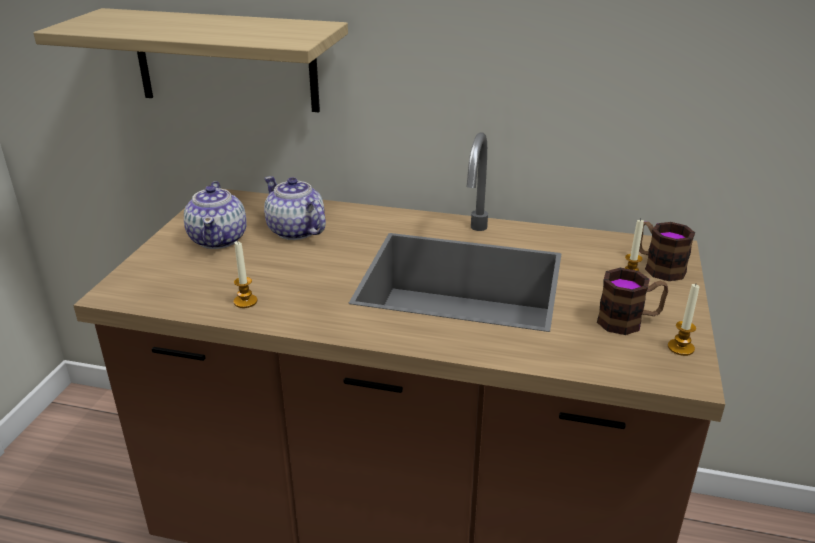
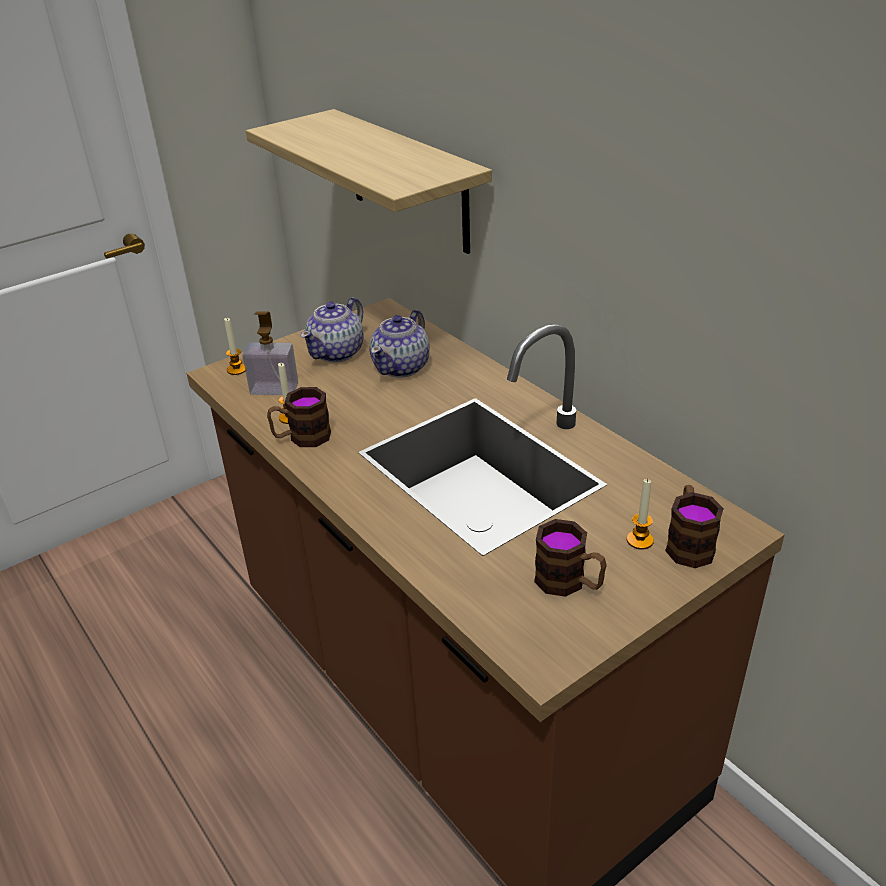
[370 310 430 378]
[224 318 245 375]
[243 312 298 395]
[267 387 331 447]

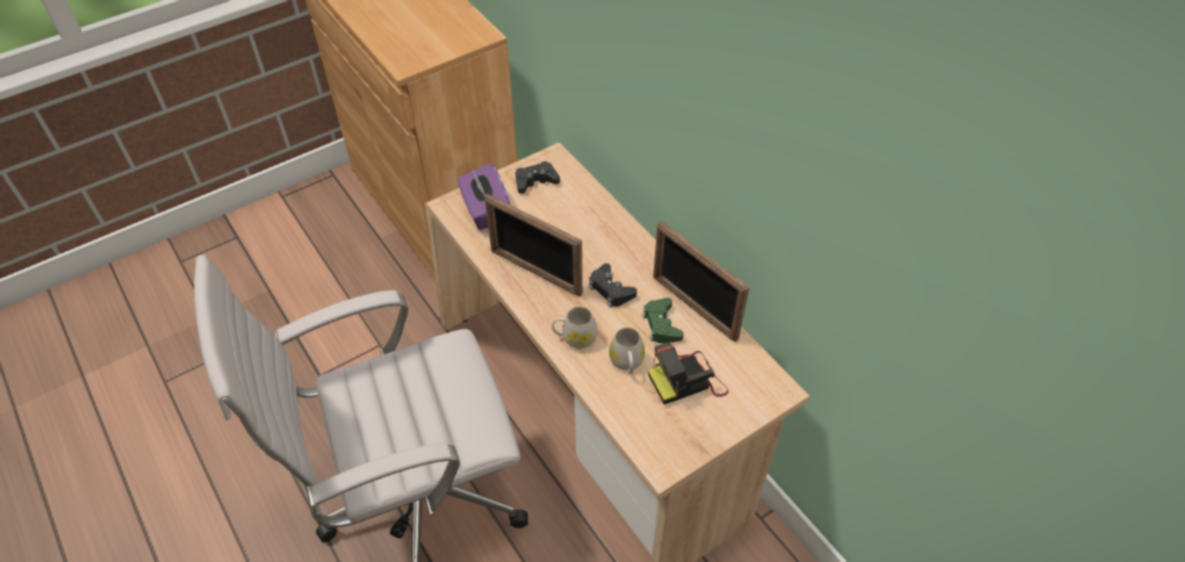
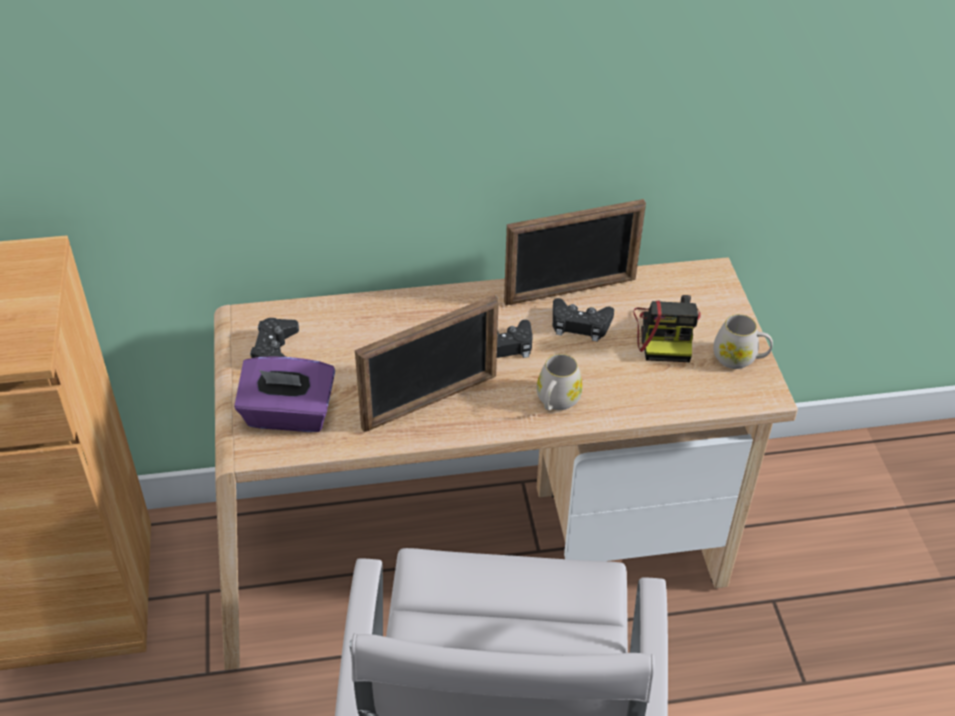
[553 298 614 342]
[713 314 773 369]

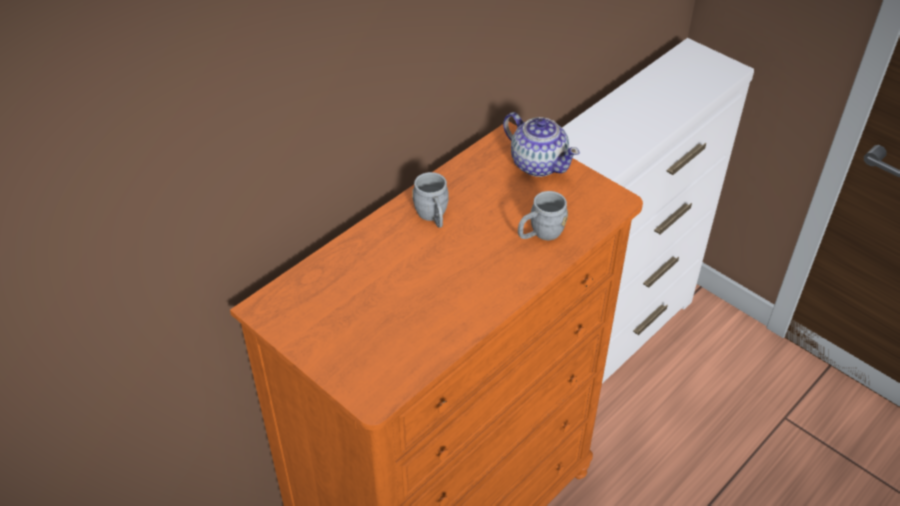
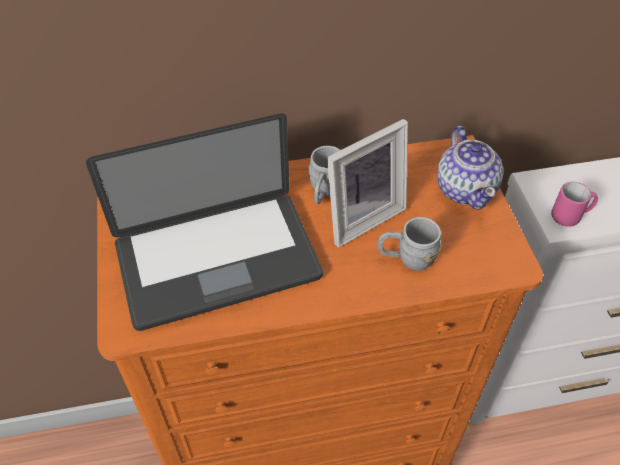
[86 113 323 331]
[327 119 408 247]
[551 182 598 227]

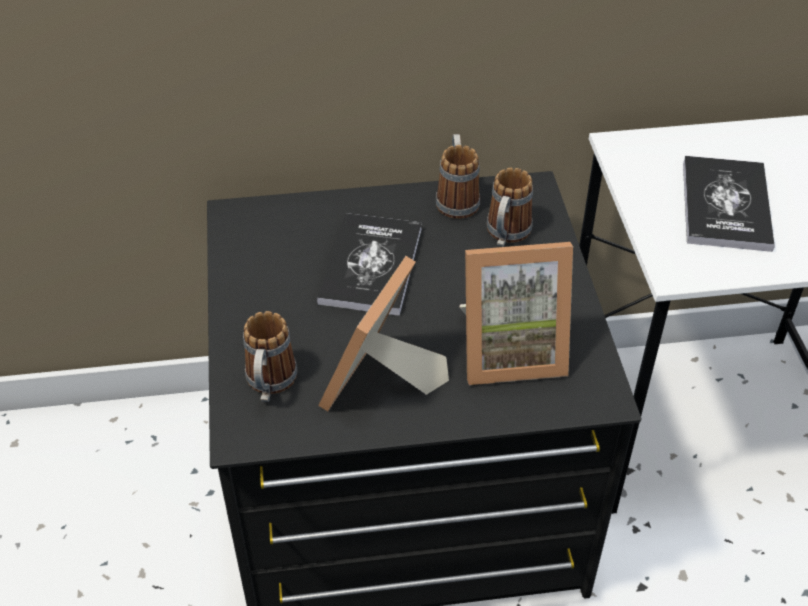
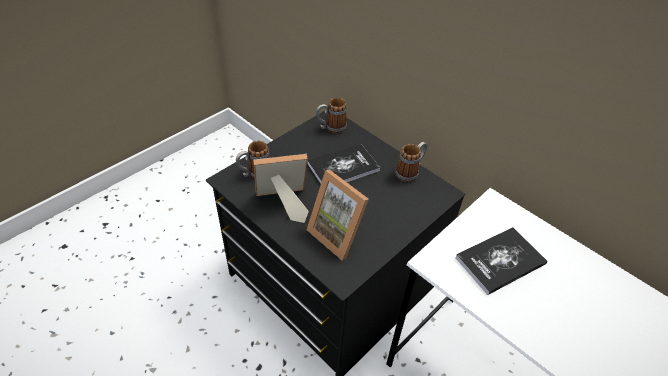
[316 98 347 133]

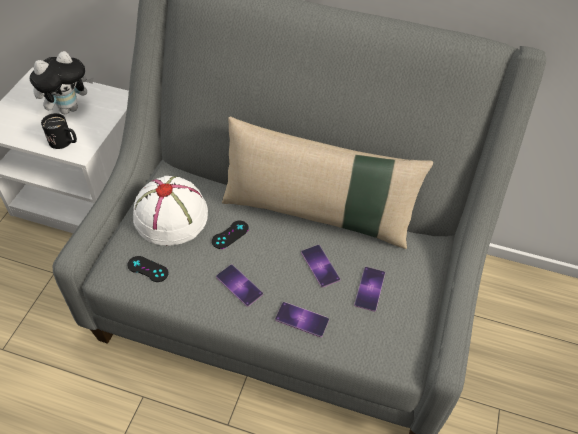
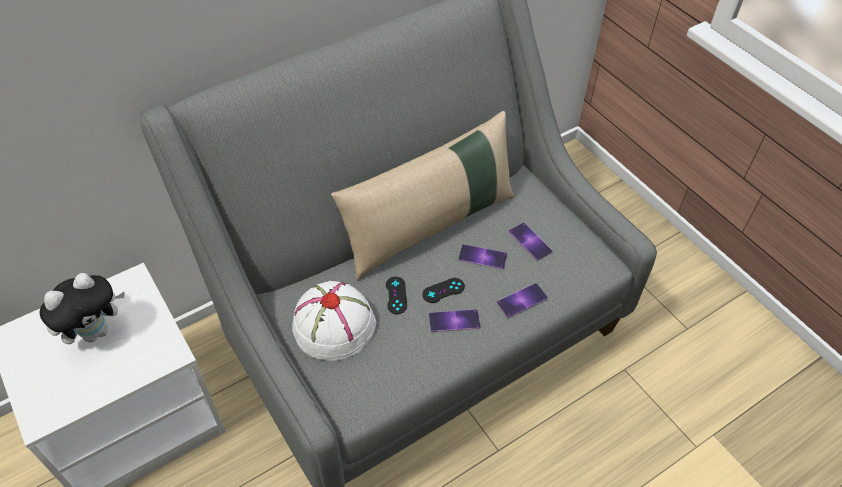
[39 273 125 344]
[41 113 77 149] (first image)
[422 278 465 303]

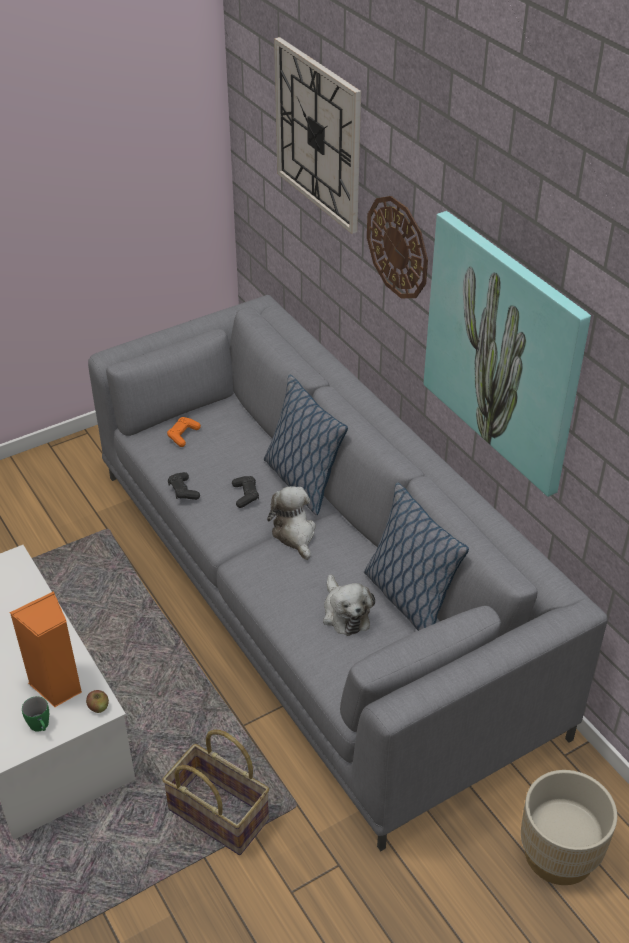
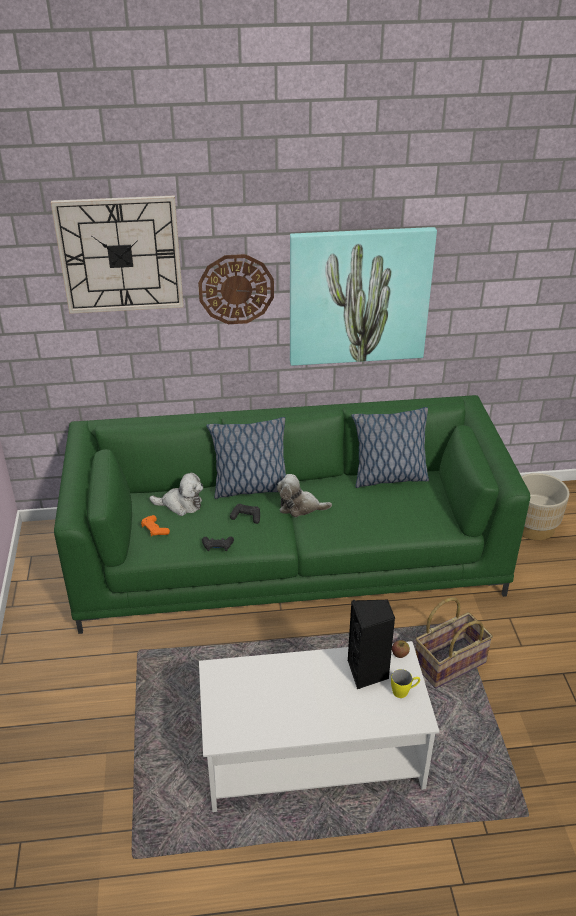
[54 395 530 634]
[149 473 203 516]
[348 600 395 689]
[391 669 420 698]

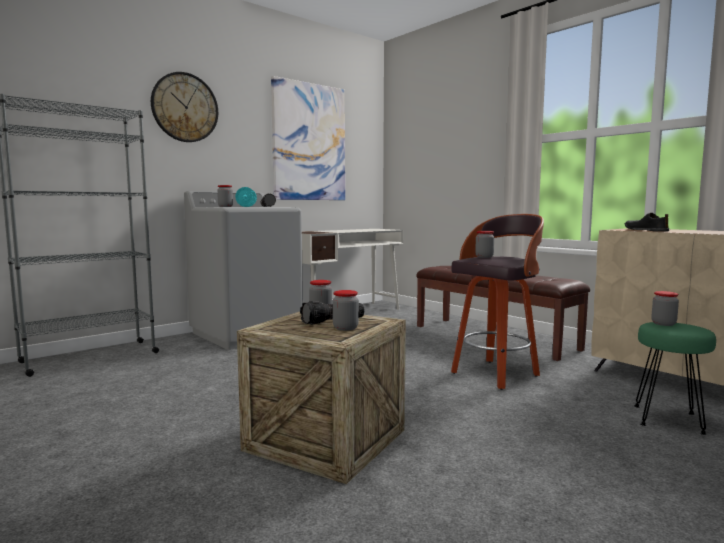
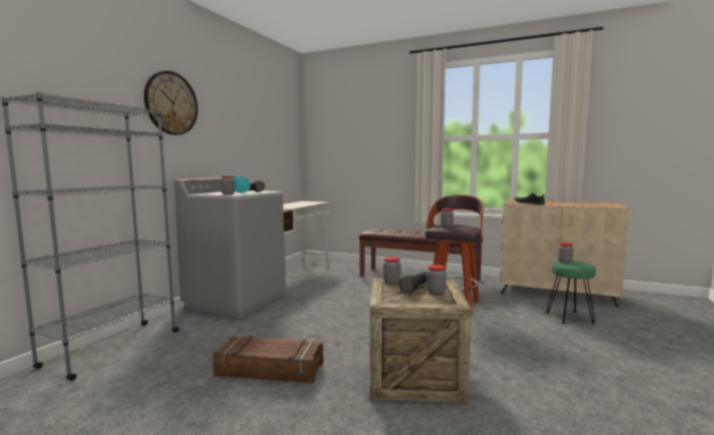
[271 76 345 200] (first image)
[213 336 323 383]

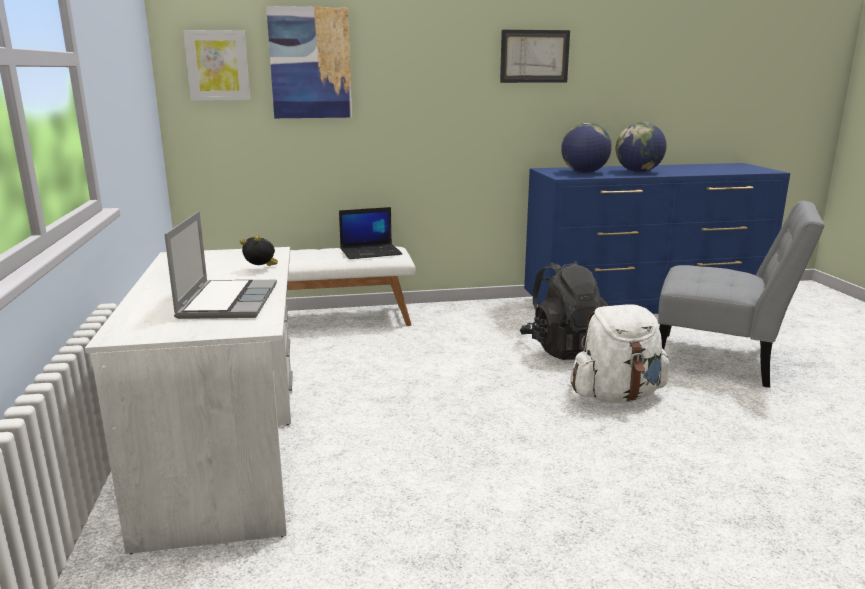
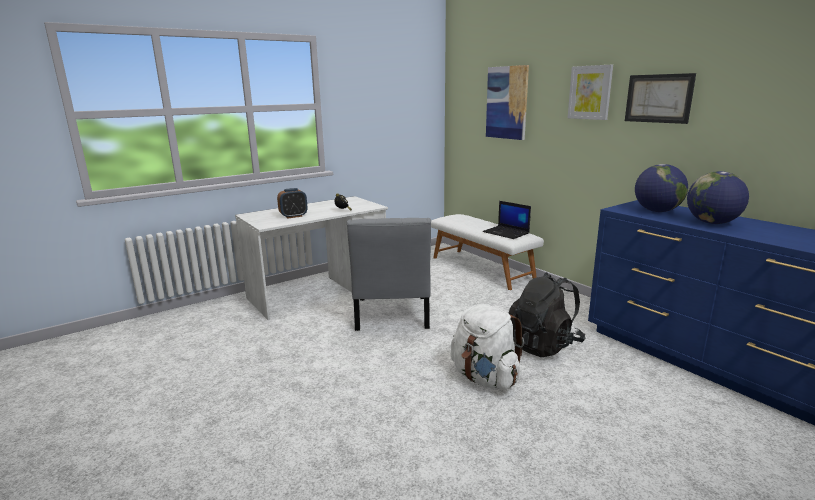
[568 65 613 120]
[347 218 431 331]
[277 188 307 218]

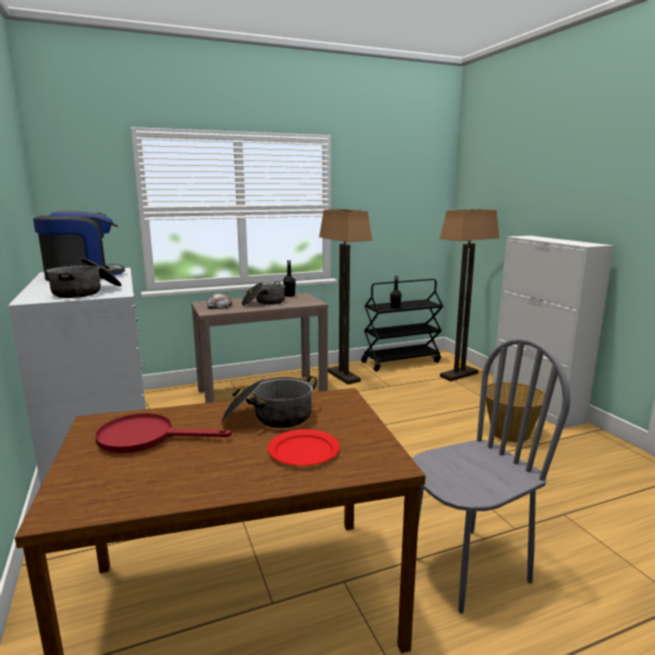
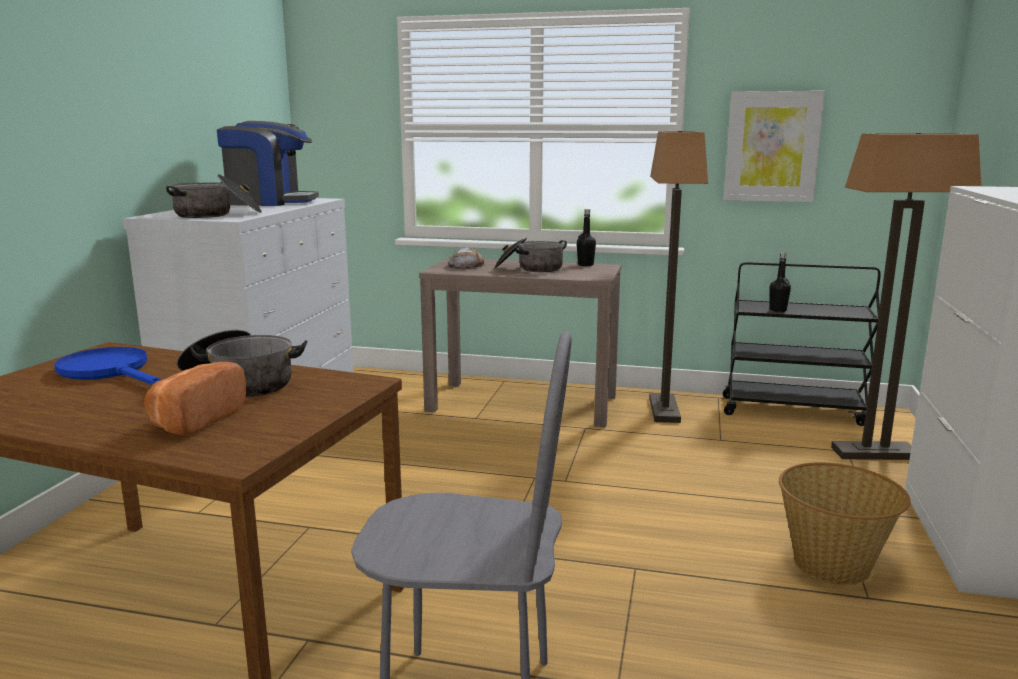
[54 347 163 385]
[144 362 246 436]
[724 91 825 202]

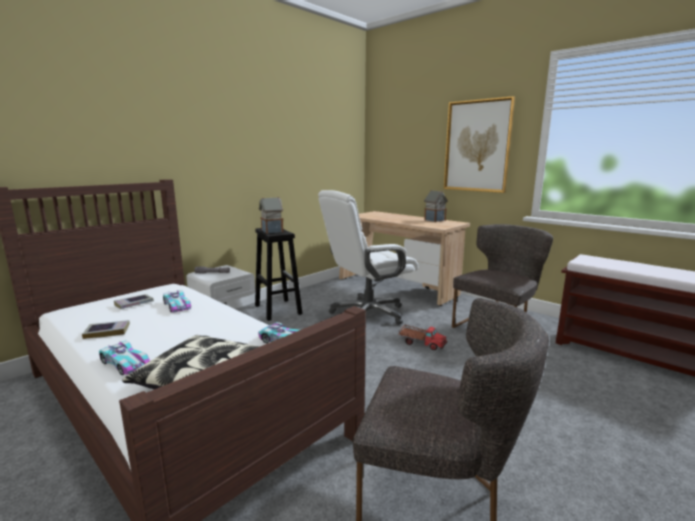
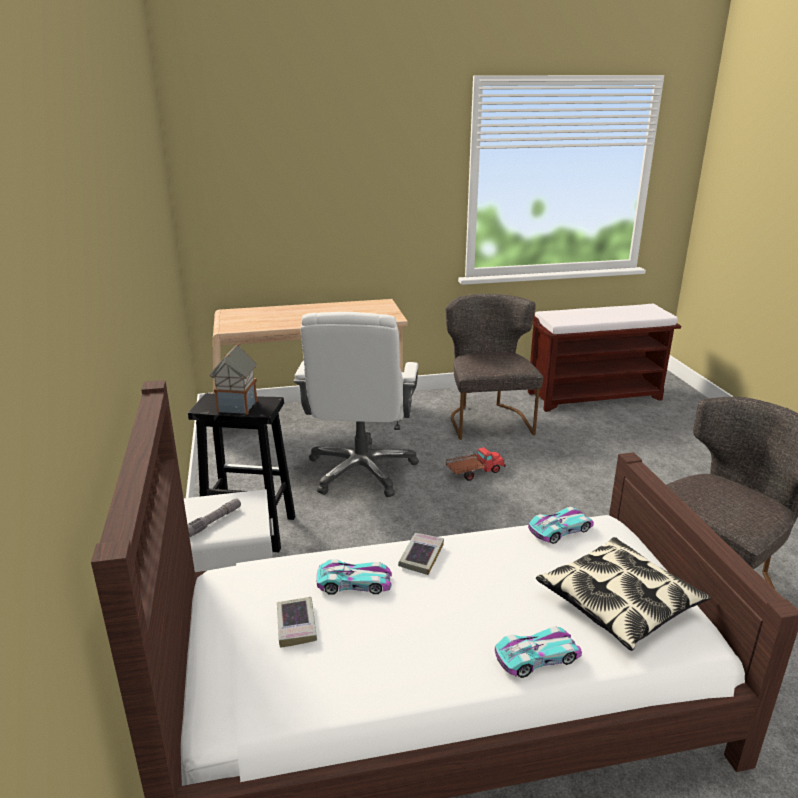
[444 96 515 193] (first image)
[424 190 448 222] (first image)
[398 533 444 575]

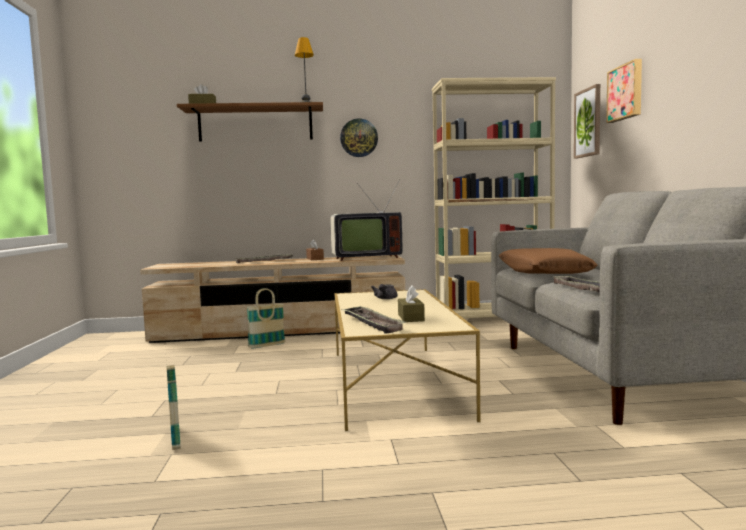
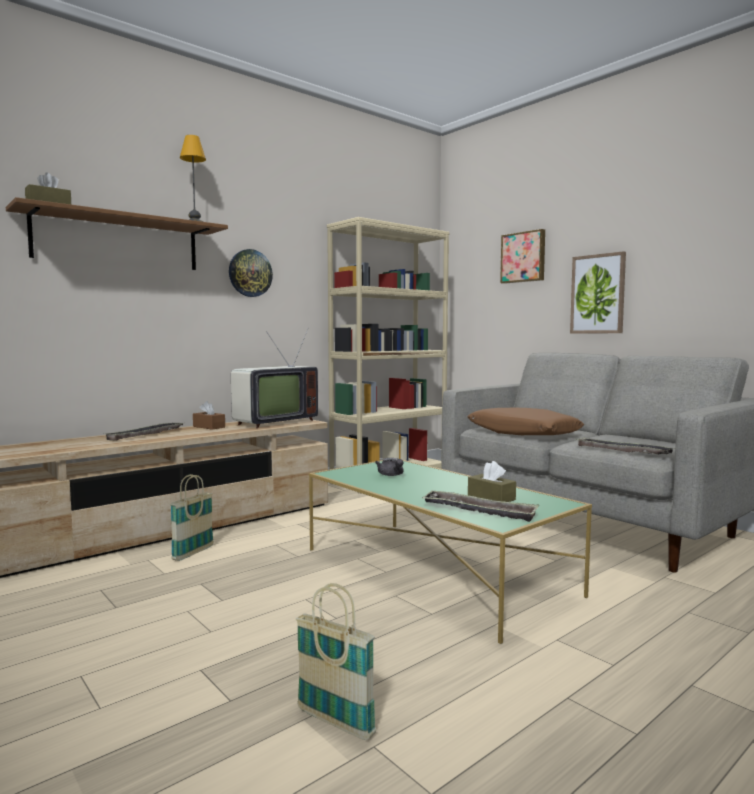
[570 251 626 333]
[309 460 592 644]

